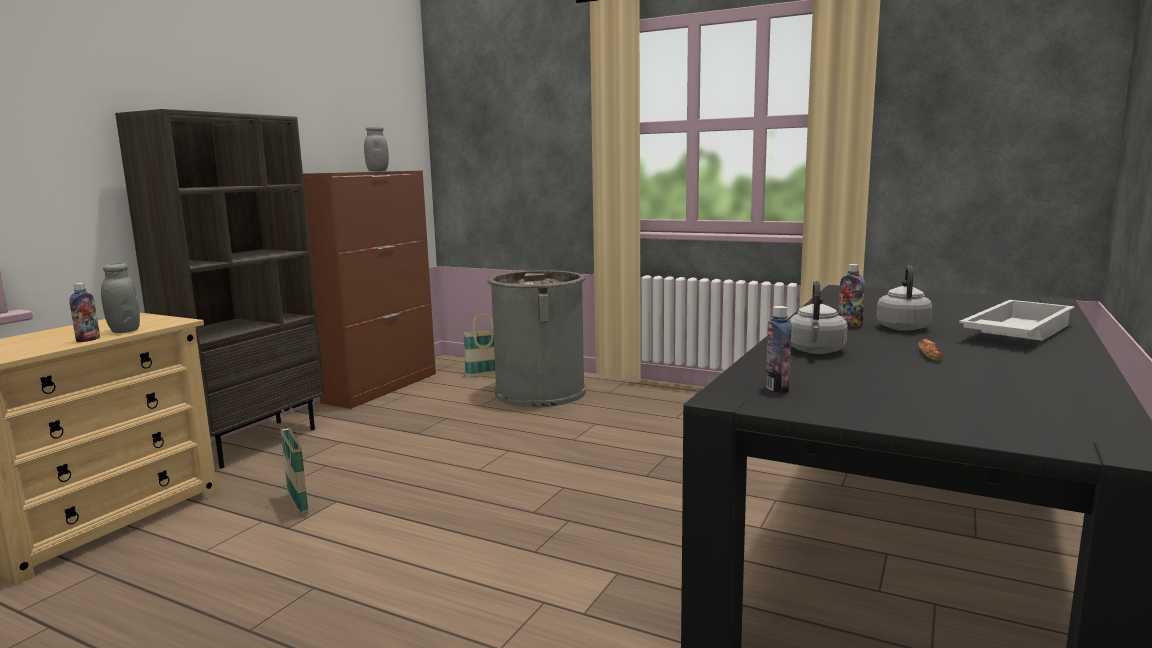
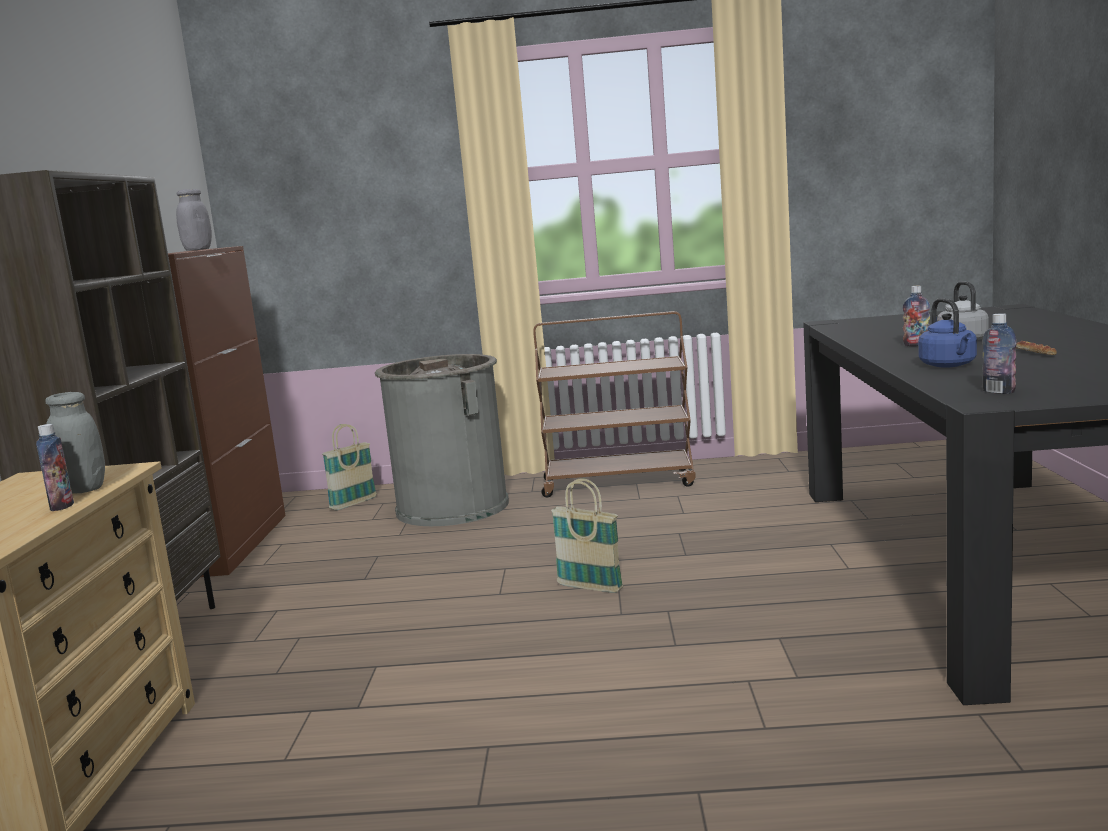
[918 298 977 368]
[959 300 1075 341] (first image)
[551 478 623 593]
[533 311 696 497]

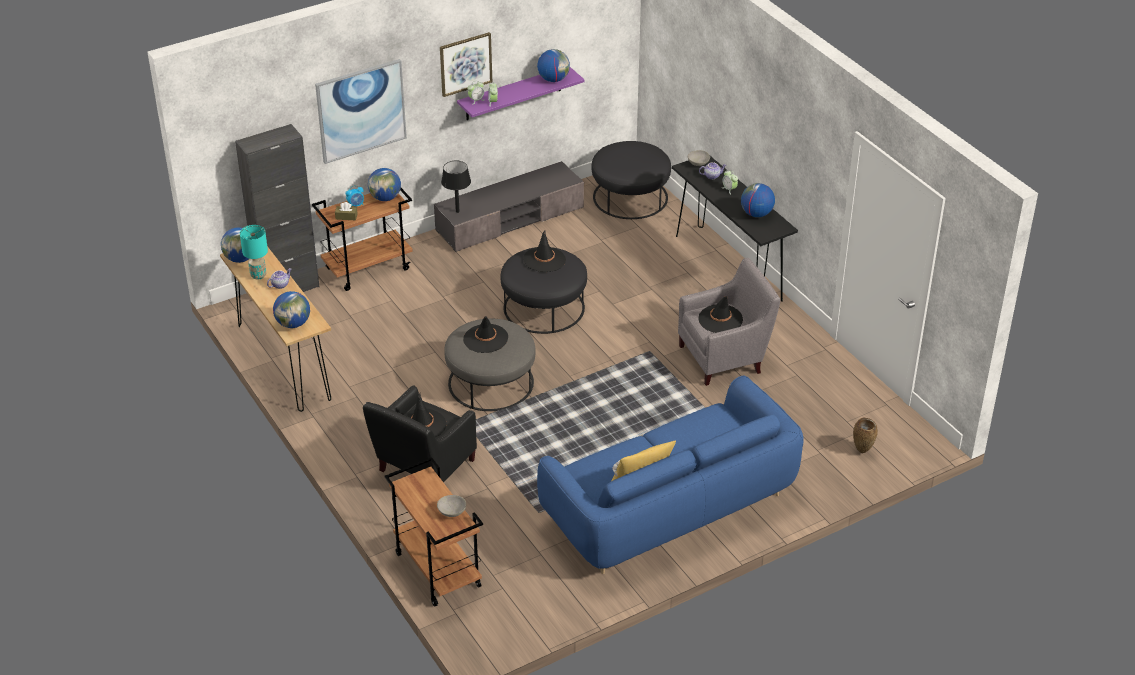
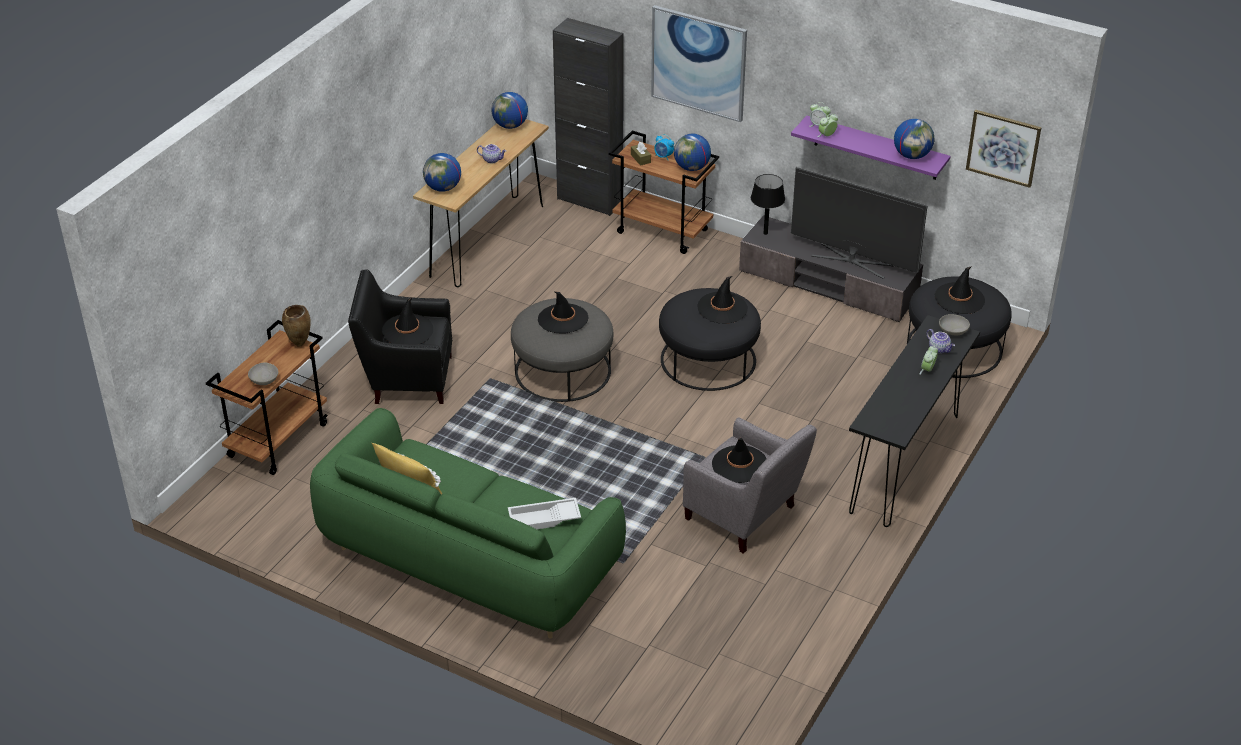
[966 110 1042 188]
[741 183 775 217] (first image)
[240 225 268 279] (first image)
[310 408 626 639]
[282 305 311 347]
[791 167 927 279]
[935 266 985 314]
[508 498 581 529]

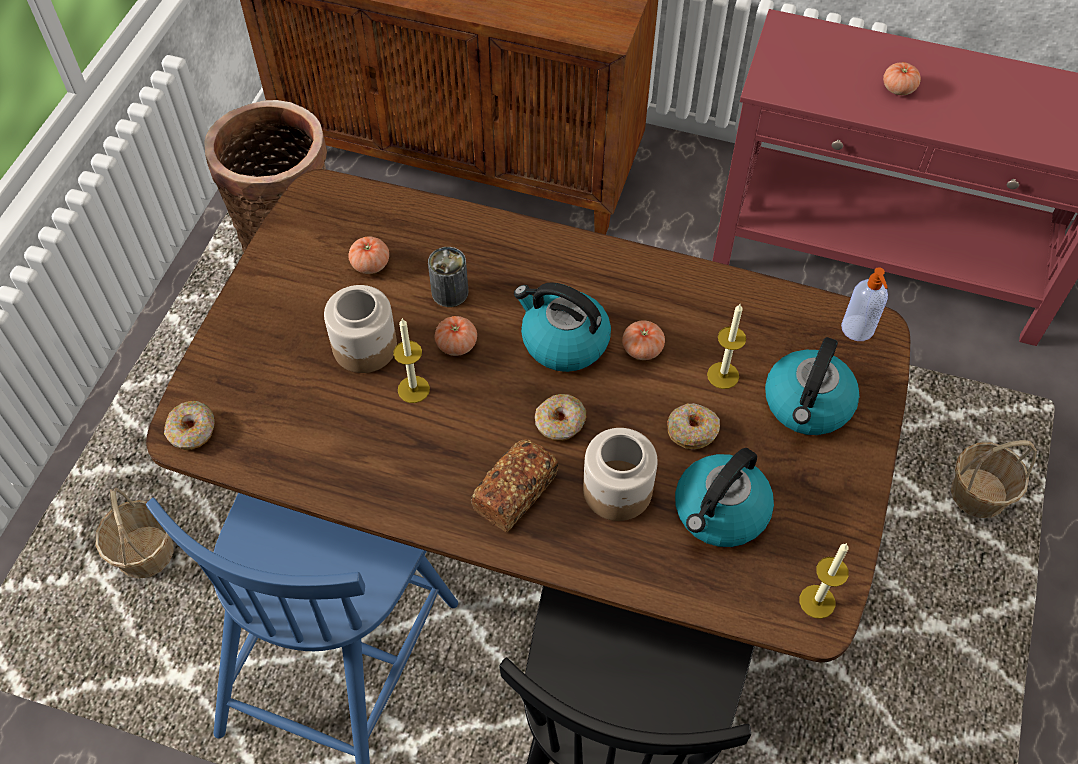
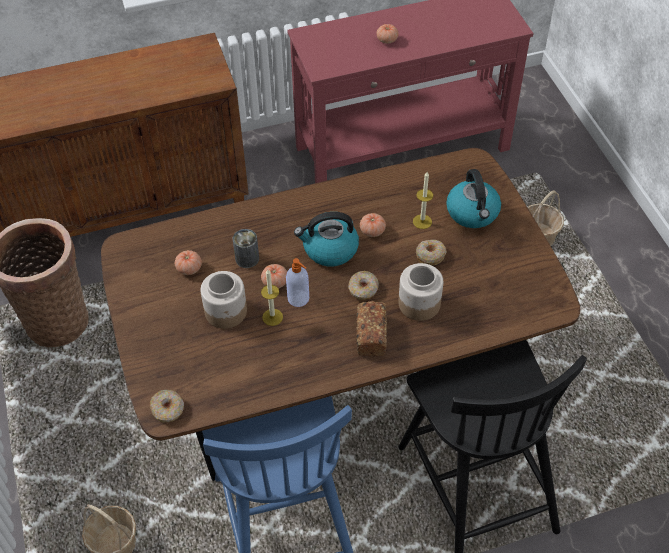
[286 258 309 307]
[675 448 774 547] (first image)
[800 543 849 619] (first image)

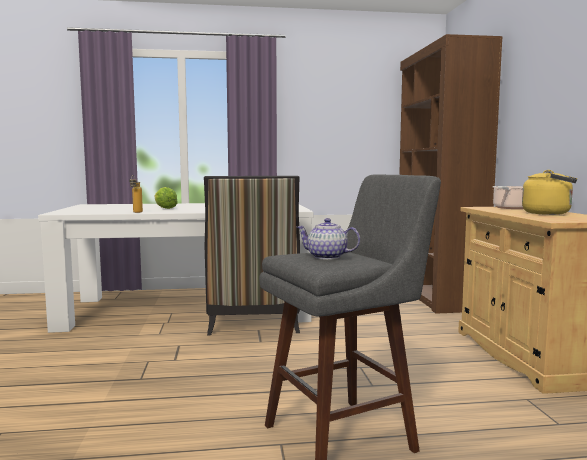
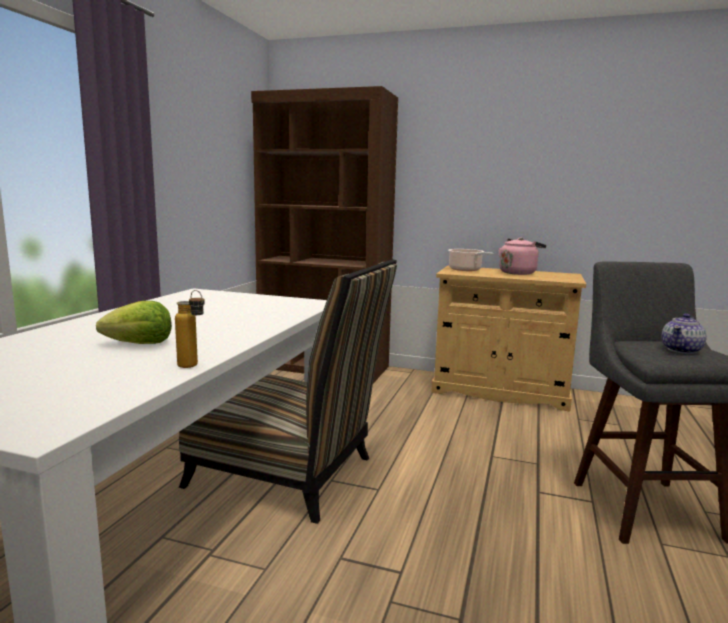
[498 237 546 275]

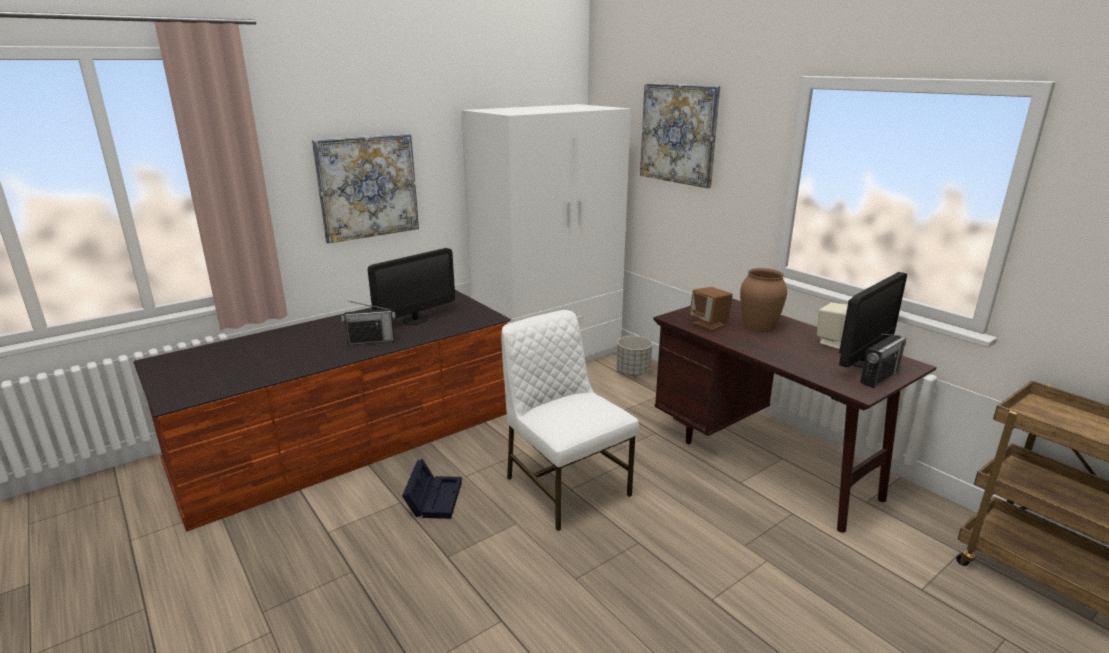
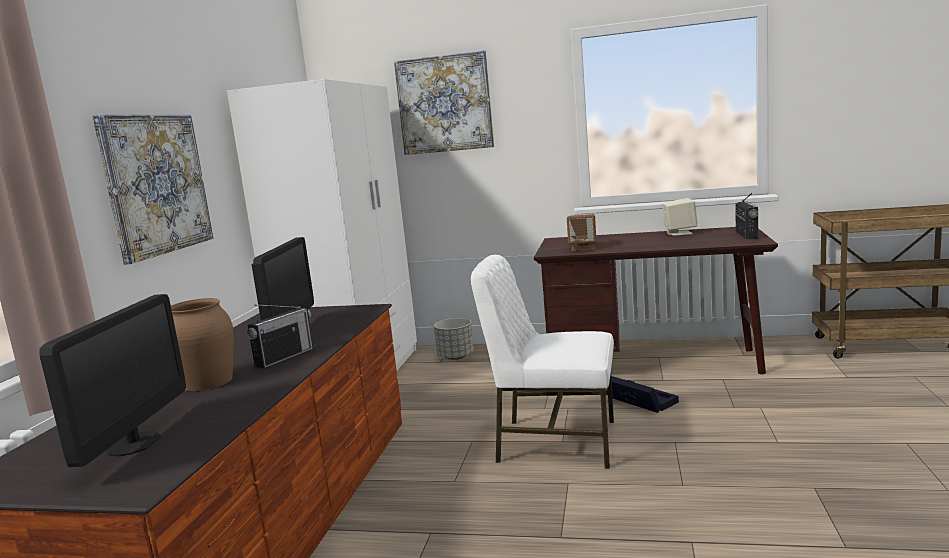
[171 298 233 391]
[40 294 186 467]
[607 376 679 413]

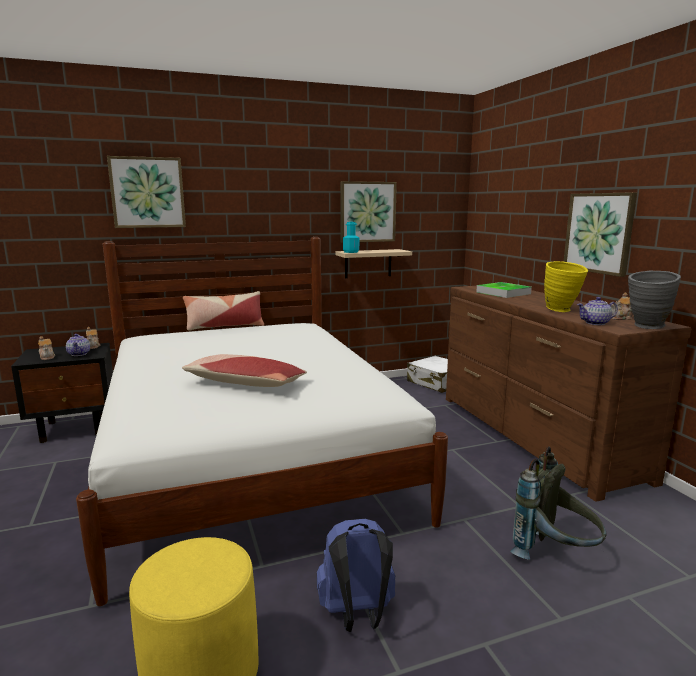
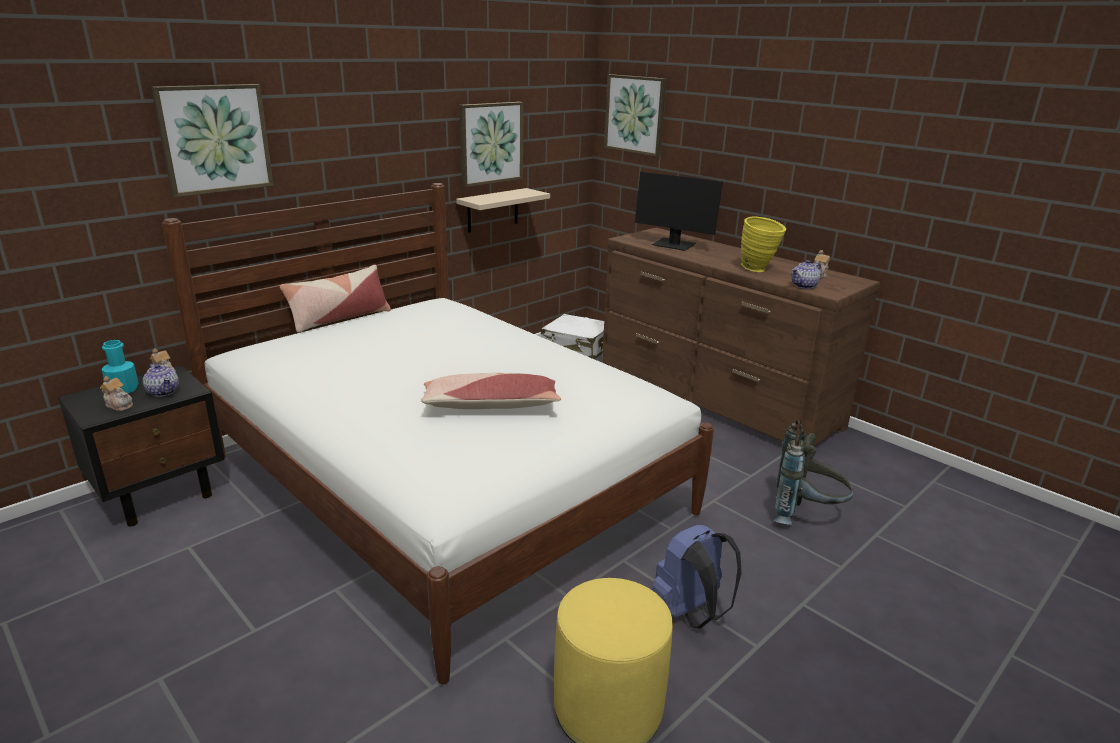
[604 74 667 157]
[101 340 139 393]
[628 271 681 329] (first image)
[635 172 723 251]

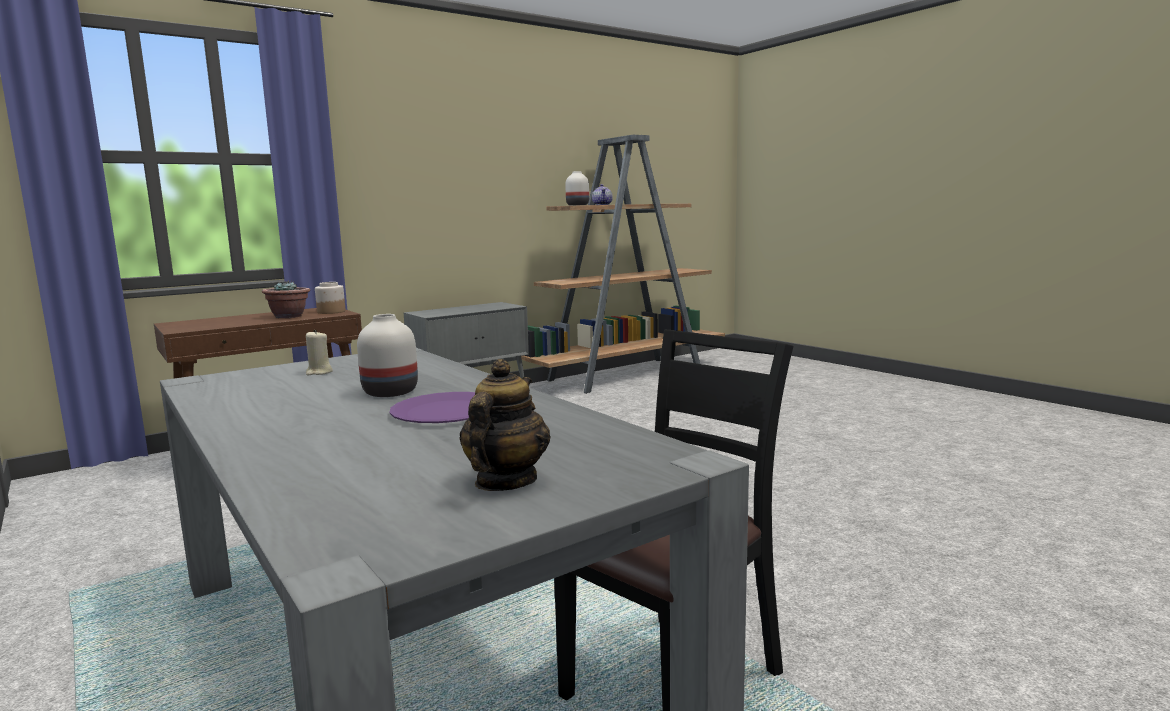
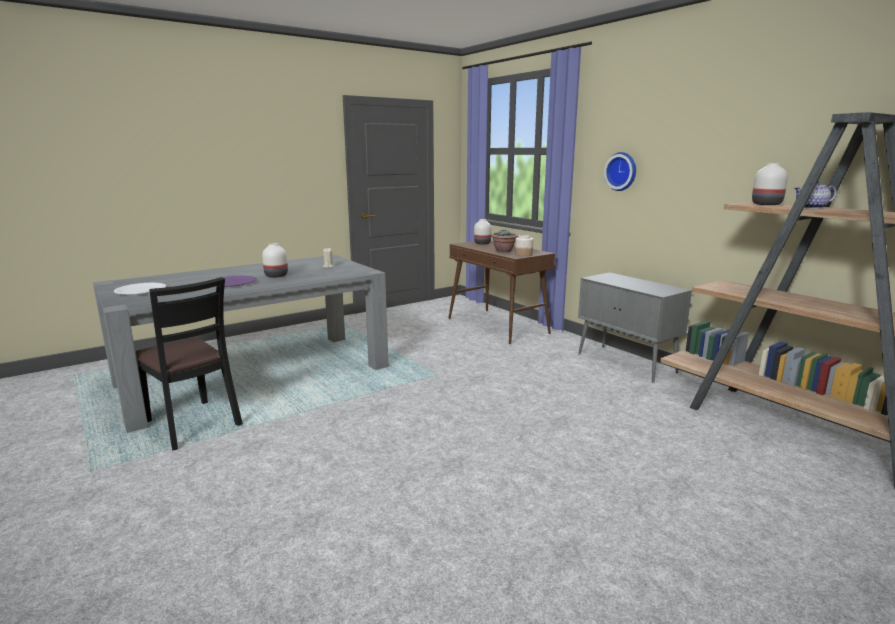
[114 283 166 295]
[604 152 636 191]
[474 219 491 245]

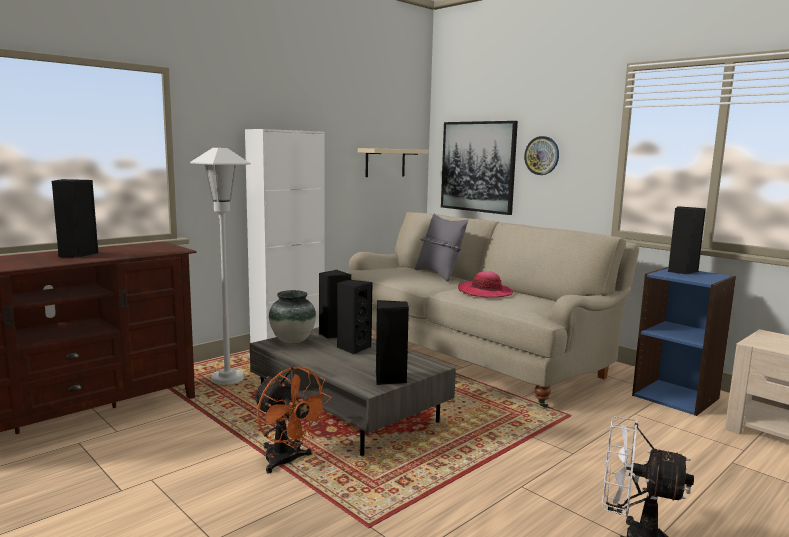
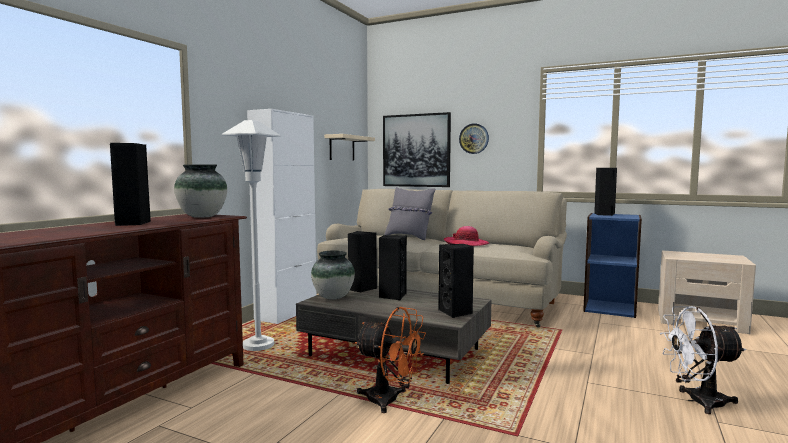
[174 164 227 218]

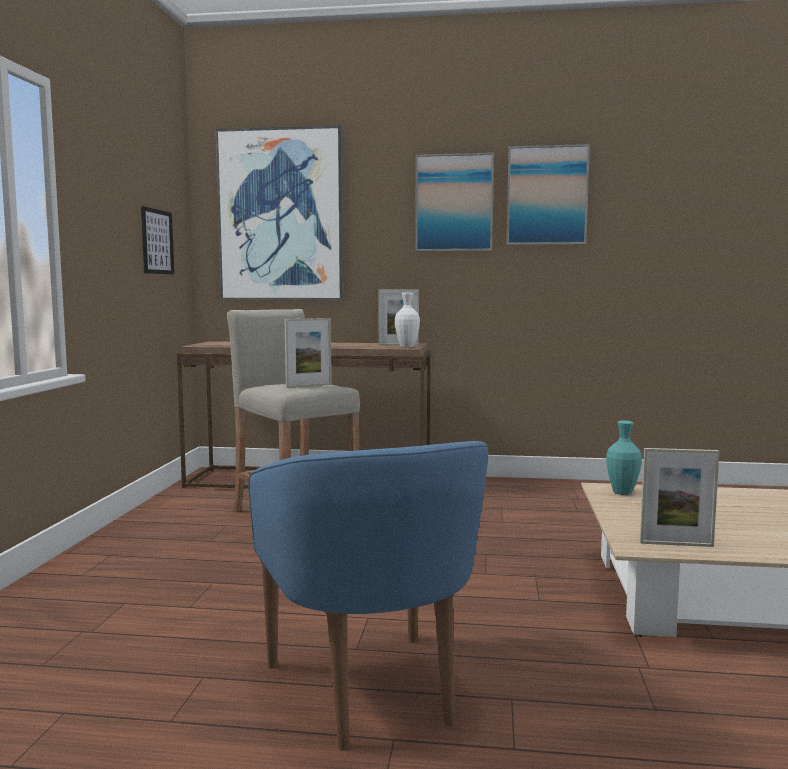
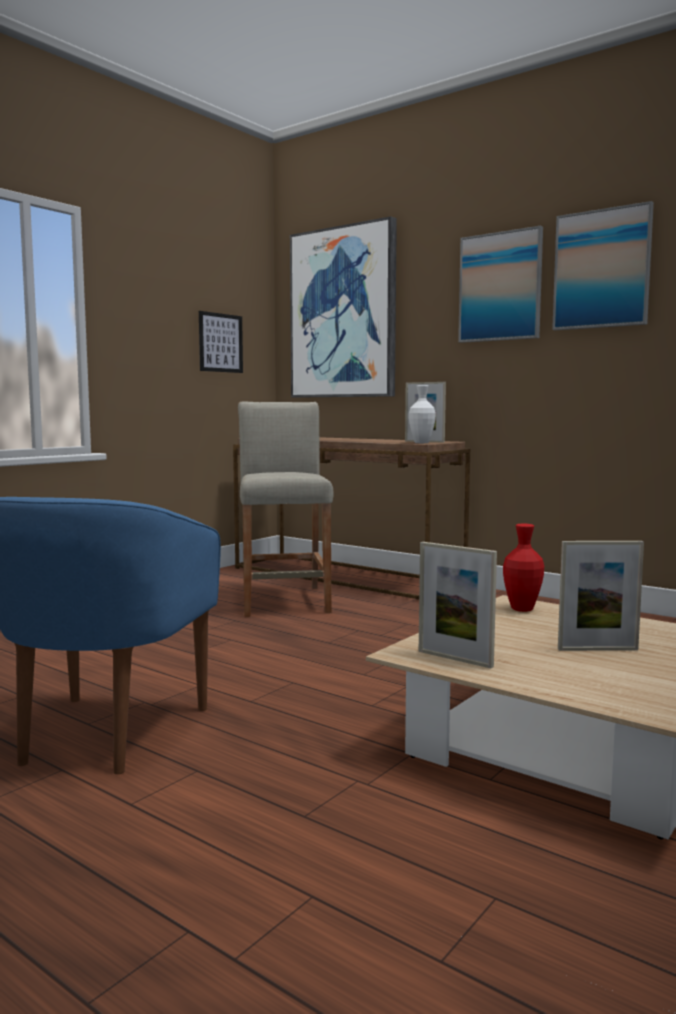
[558 541 644 651]
[503 524 544 612]

